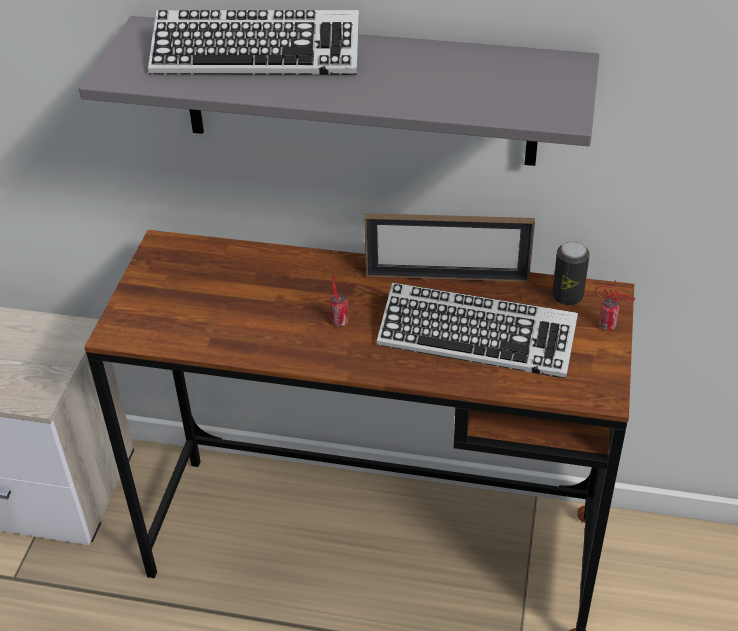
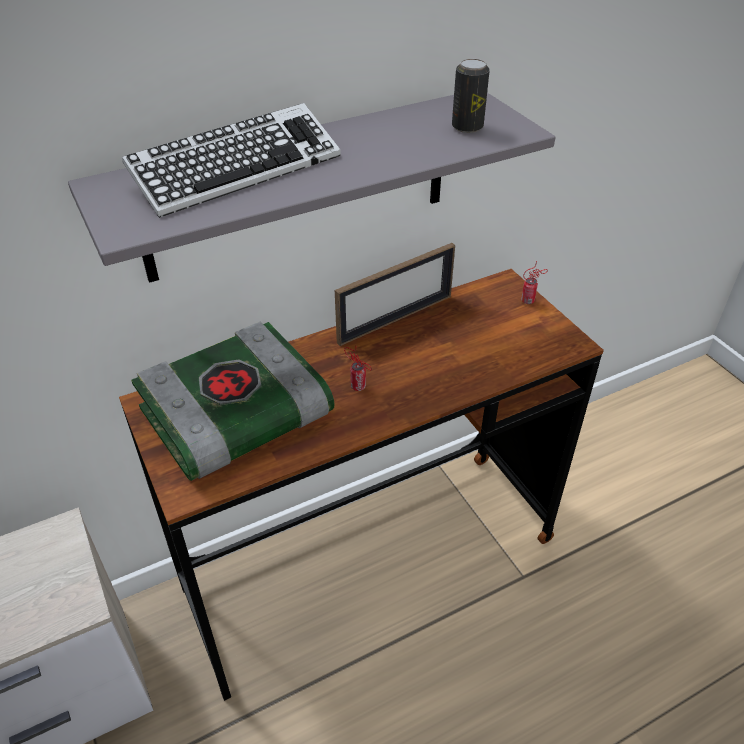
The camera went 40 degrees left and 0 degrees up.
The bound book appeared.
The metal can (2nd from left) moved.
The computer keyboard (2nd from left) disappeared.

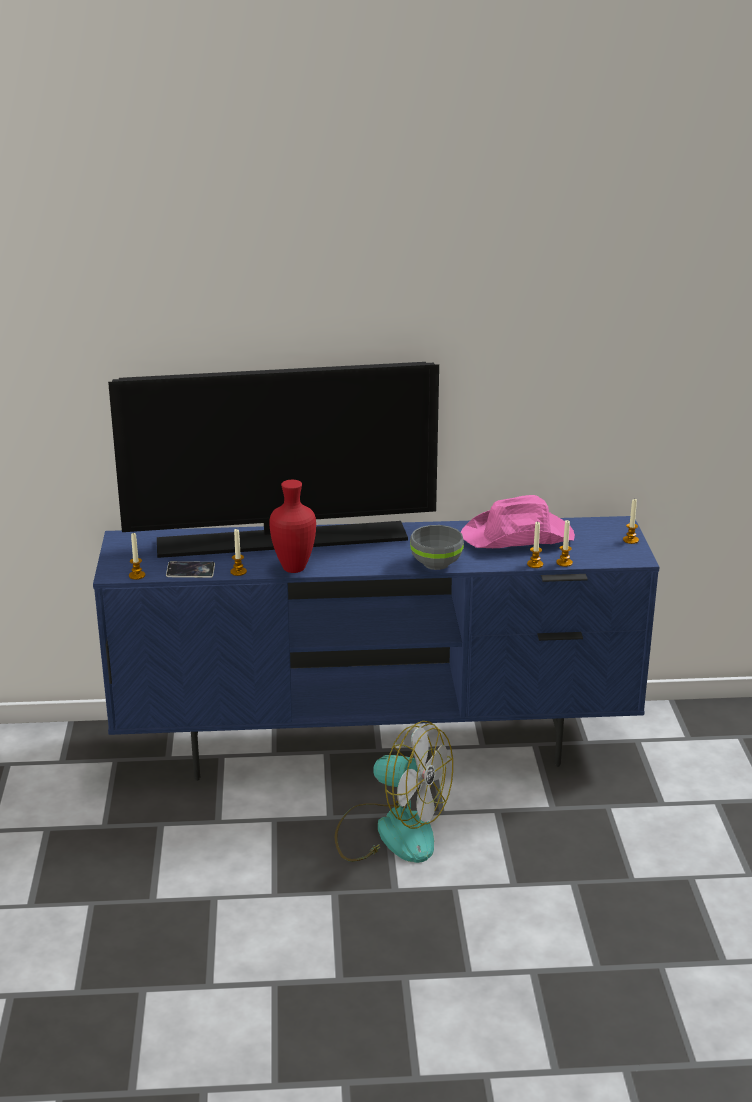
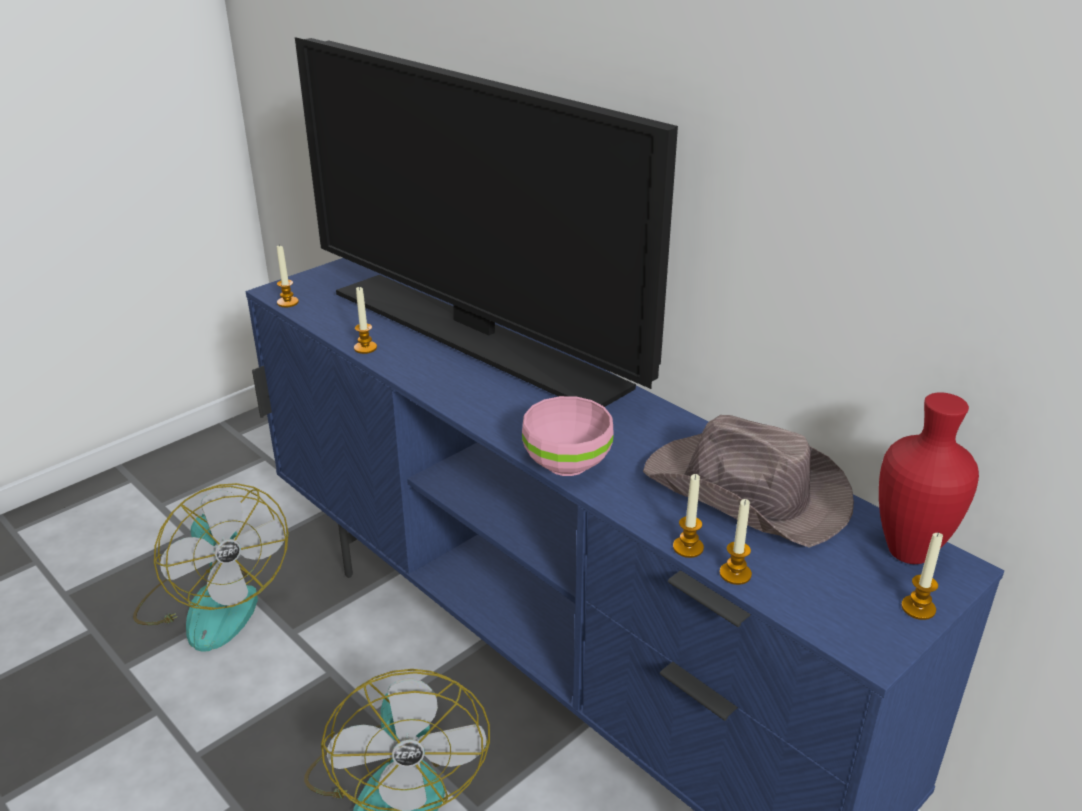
The camera went 50 degrees right and 5 degrees up.
The cooling fan (1st from left) appeared.
The gray deep dish became the pink-coloured deep dish.
The pink-coloured wearable hat became the brownish wearable hat.
The red-coloured flower vase moved.
The phone disappeared.

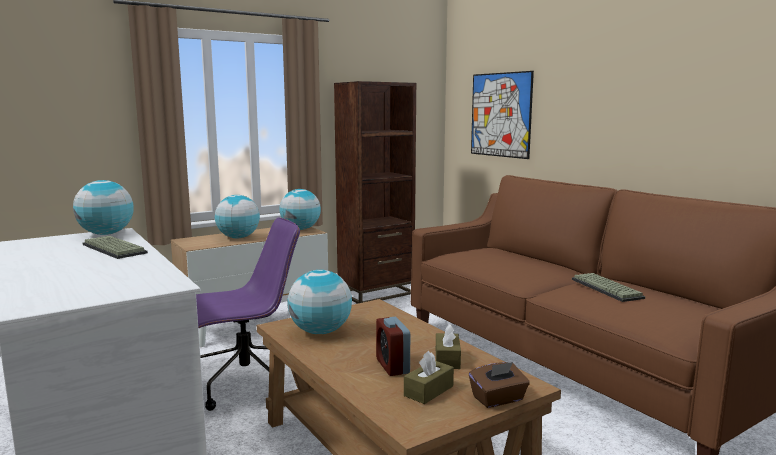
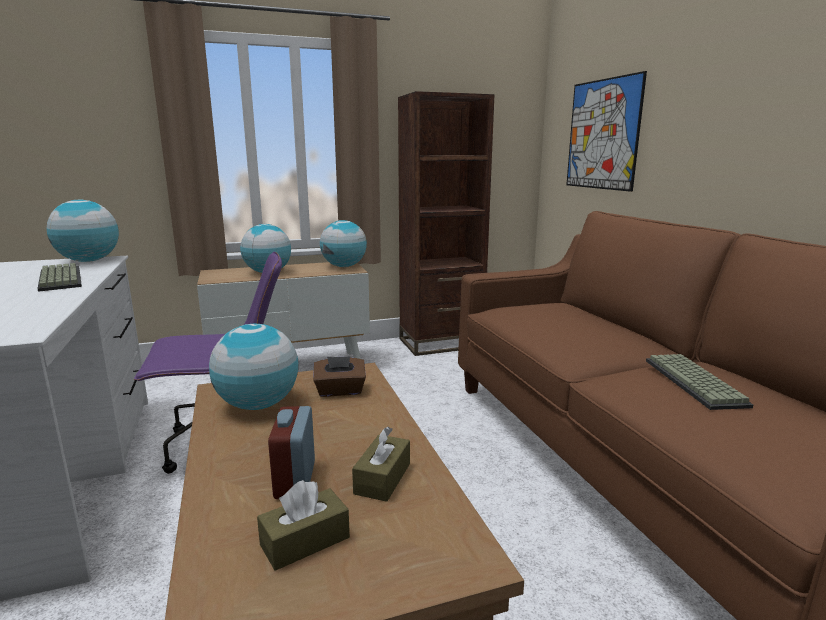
The camera went 15 degrees right and 5 degrees up.
The brownish tissue holder (3rd from left in the first image) moved.

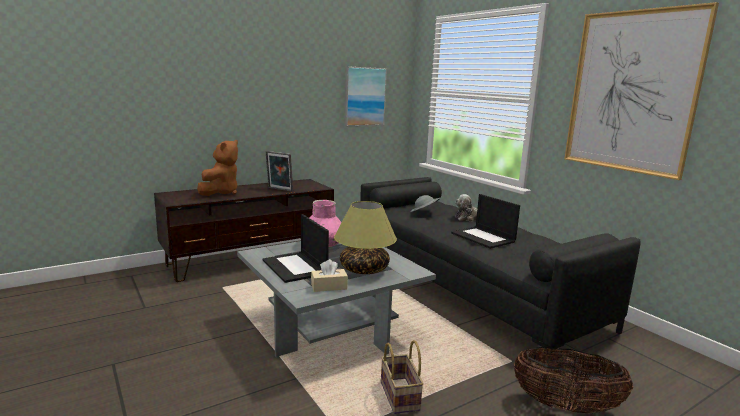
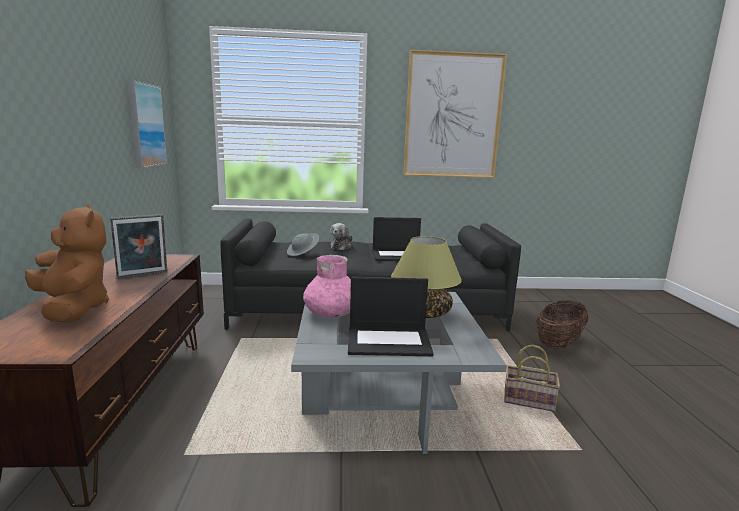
The camera went 60 degrees left and 0 degrees up.
The beige tissue holder disappeared.

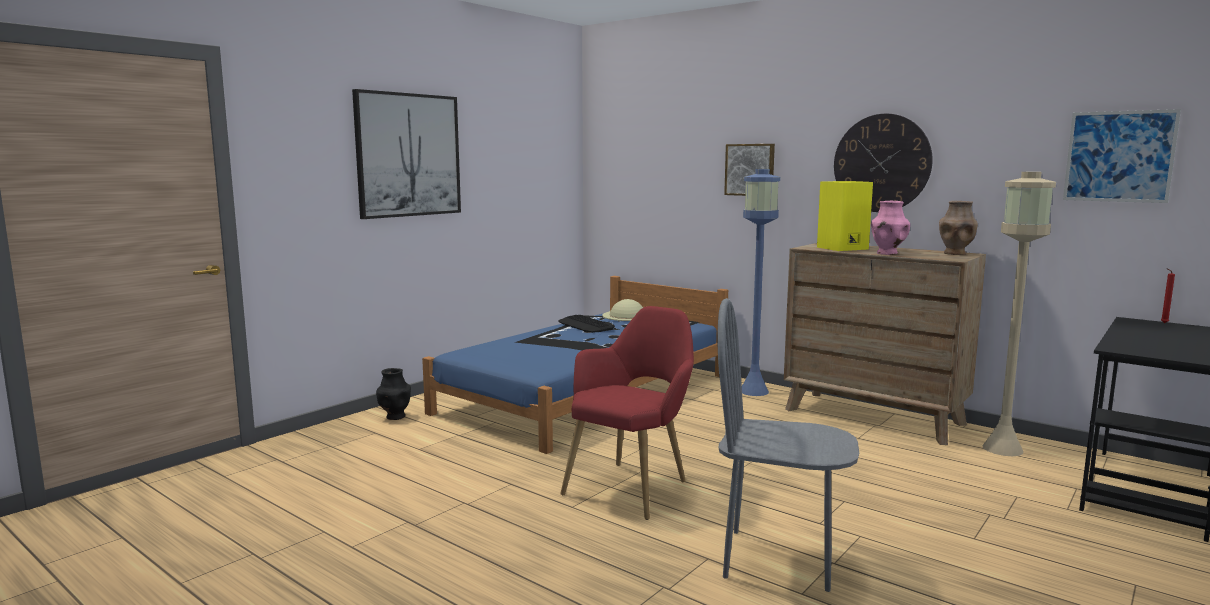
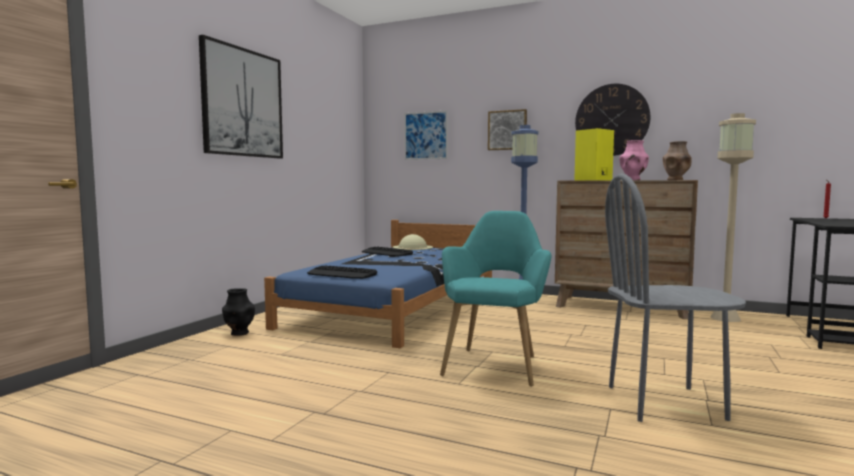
The camera went 15 degrees left and 5 degrees down.
The computer keyboard (1st from left) appeared.
The wall picture (3rd from left in the first image) moved.
The red-coloured lounge chair became the blue-green lounge chair.

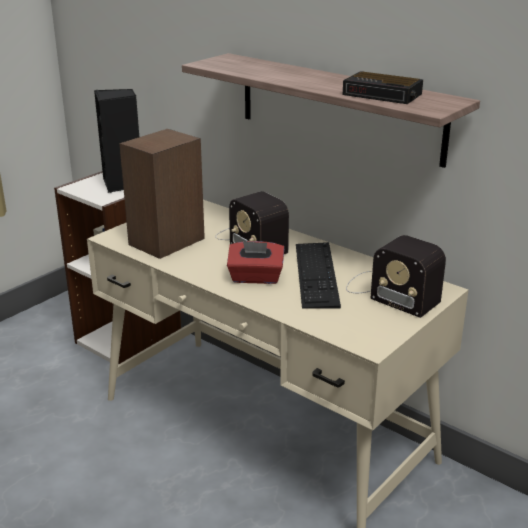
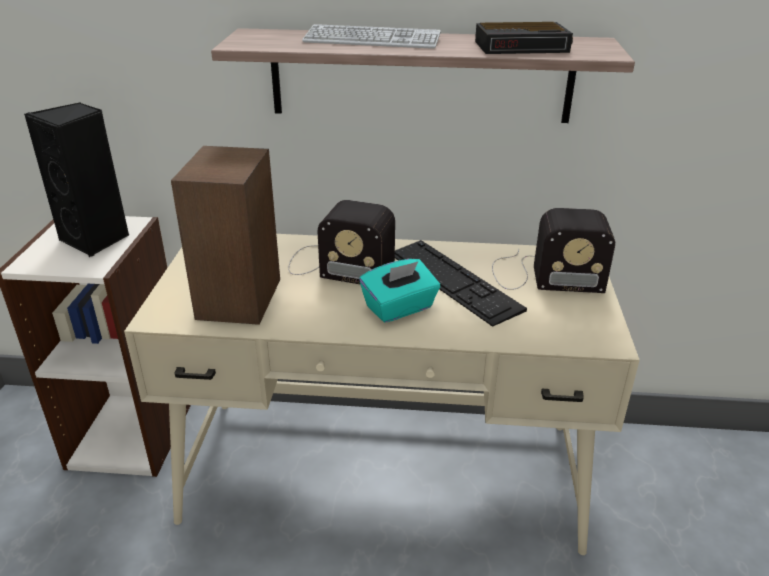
The camera went 35 degrees left and 5 degrees up.
The computer keyboard (1st from left) appeared.
The red-coloured tissue holder became the blue-green tissue holder.

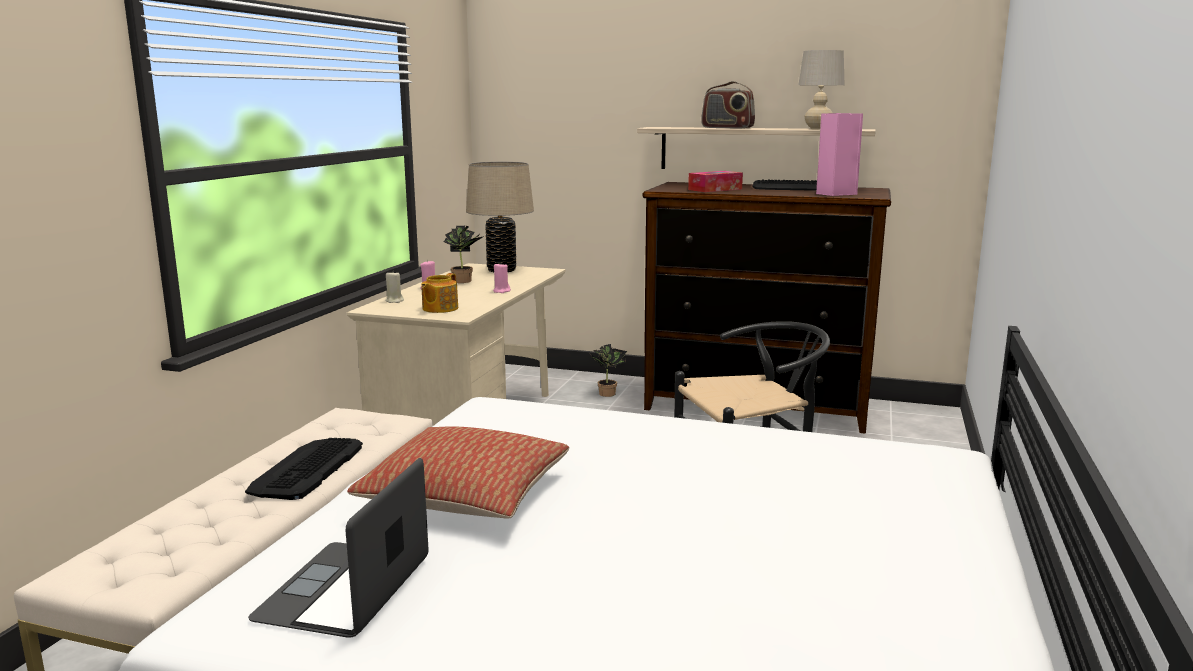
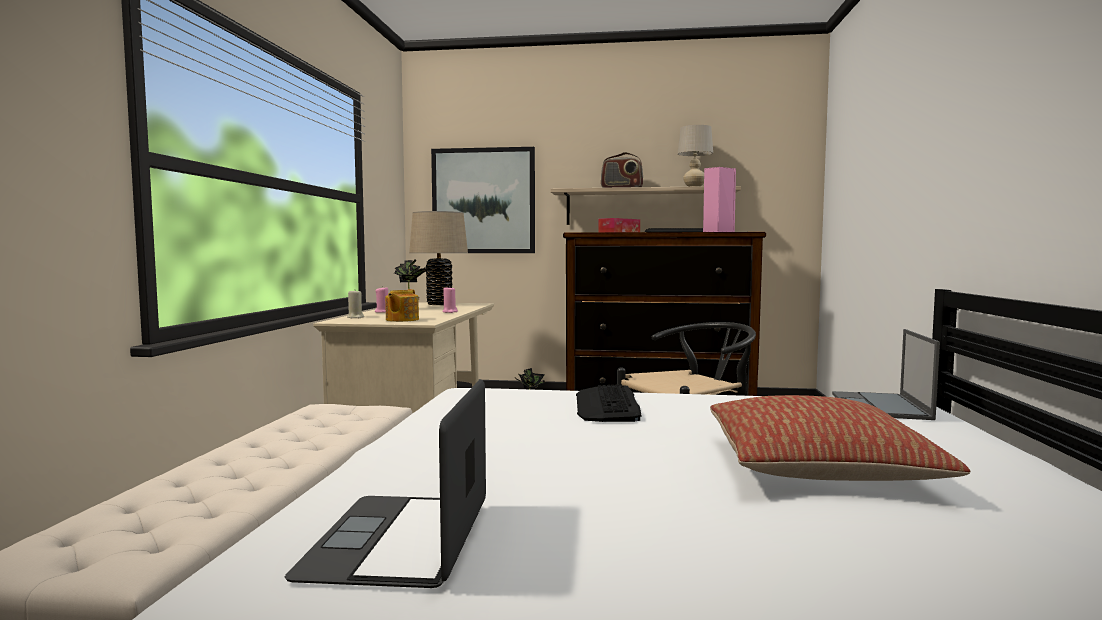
The camera went 10 degrees left and 10 degrees down.
The wall picture appeared.
The computer keyboard (1st from left) moved.
The pillow moved.
The portable computer (2nd from left) appeared.

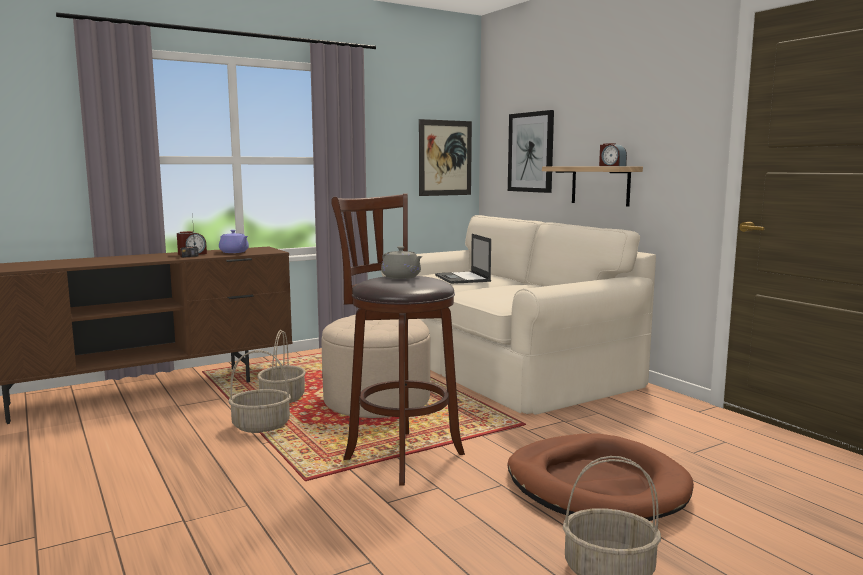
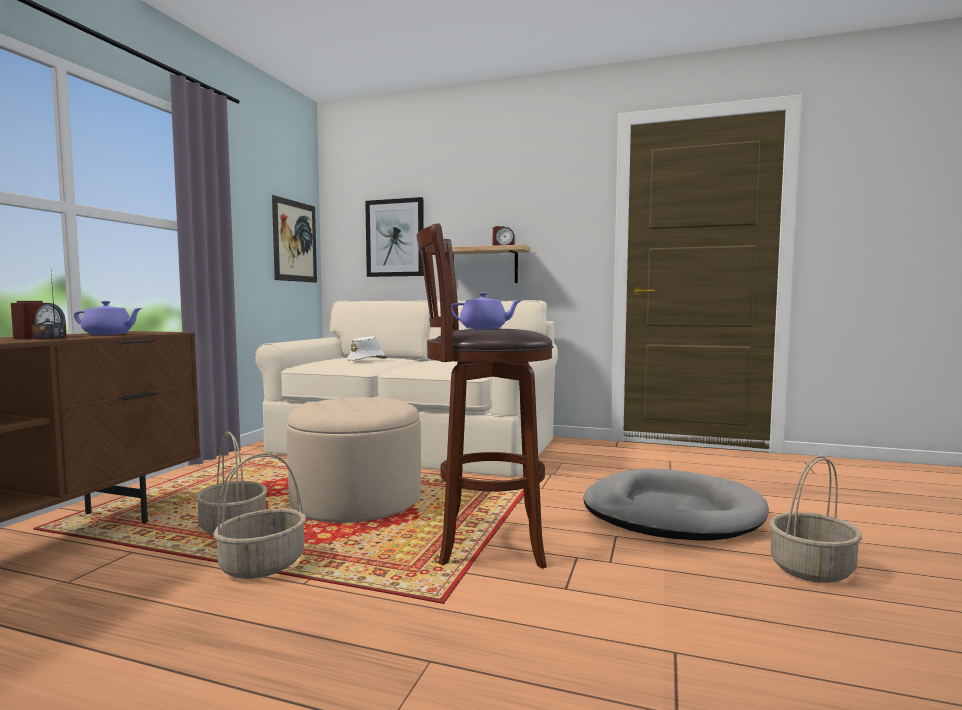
The camera went 40 degrees left and 5 degrees down.
The portable computer was replaced by the white wearable hat.
The gray teapot became the purple-coloured teapot (2nd from left).
The brownish pet bed became the gray pet bed.

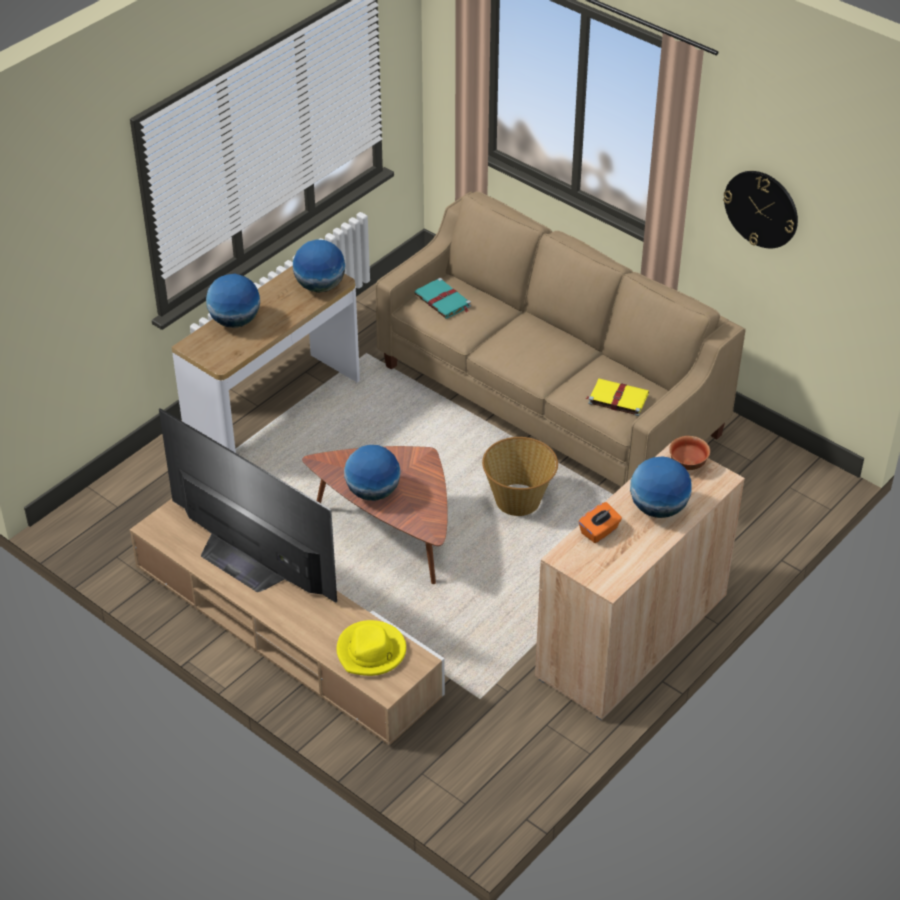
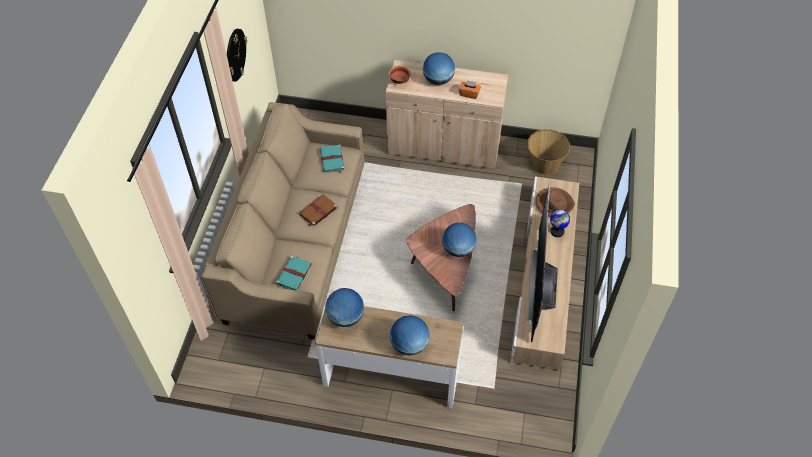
The camera went 120 degrees left and 10 degrees up.
The brownish bound book appeared.
The yellow-coloured bound book became the blue-green bound book (2nd from left).
The household basket moved.
The yellow-coloured wearable hat became the brownish wearable hat.
The world globe (5th from left) appeared.

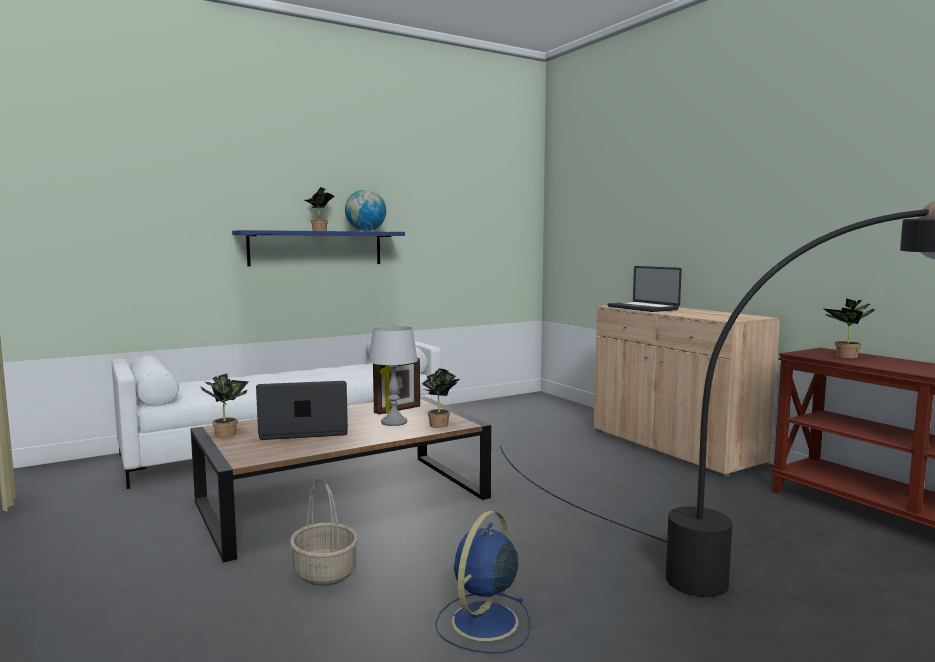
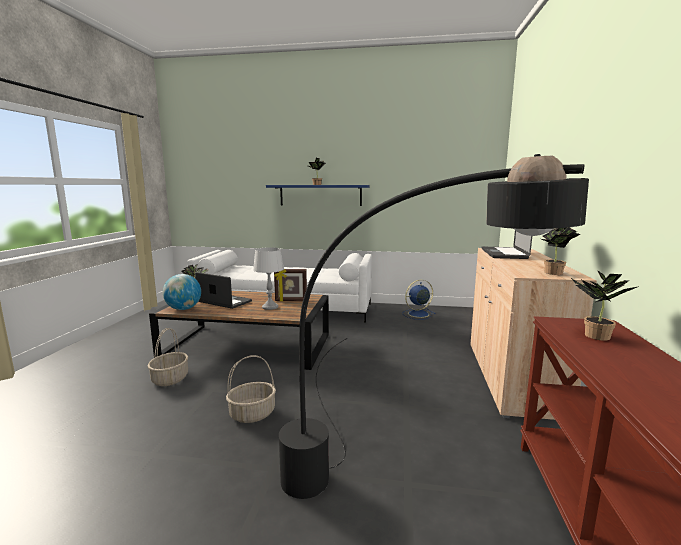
The camera went 40 degrees right and 5 degrees up.
The world globe moved.
The household basket (2nd from left) appeared.
The blue cooling fan moved.
The plant in a pot (3rd from left) moved.

